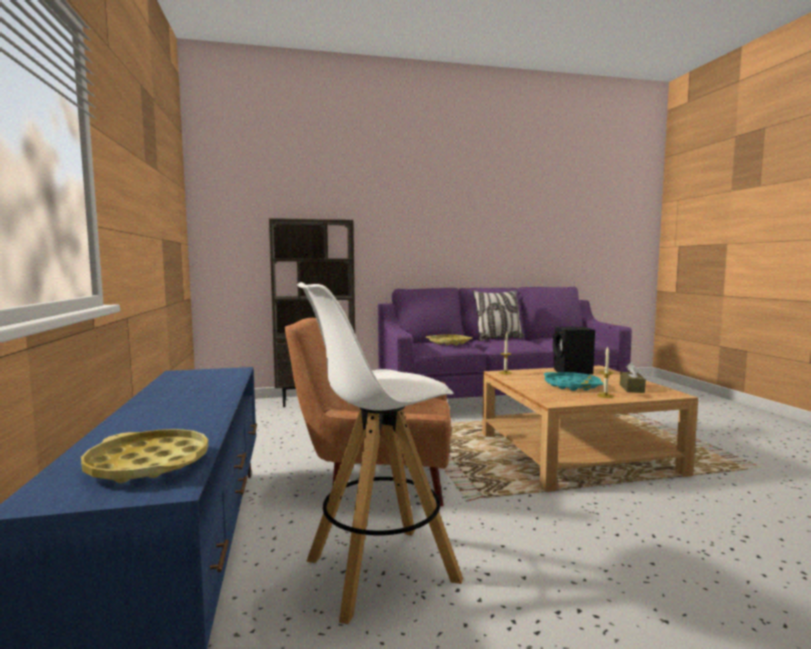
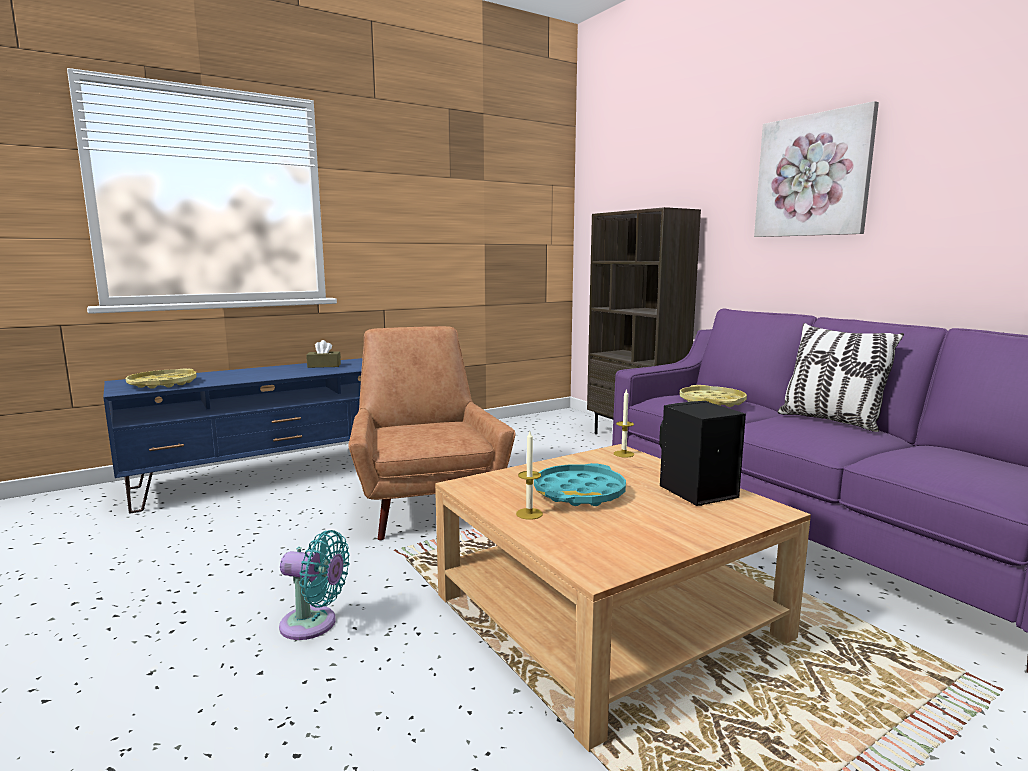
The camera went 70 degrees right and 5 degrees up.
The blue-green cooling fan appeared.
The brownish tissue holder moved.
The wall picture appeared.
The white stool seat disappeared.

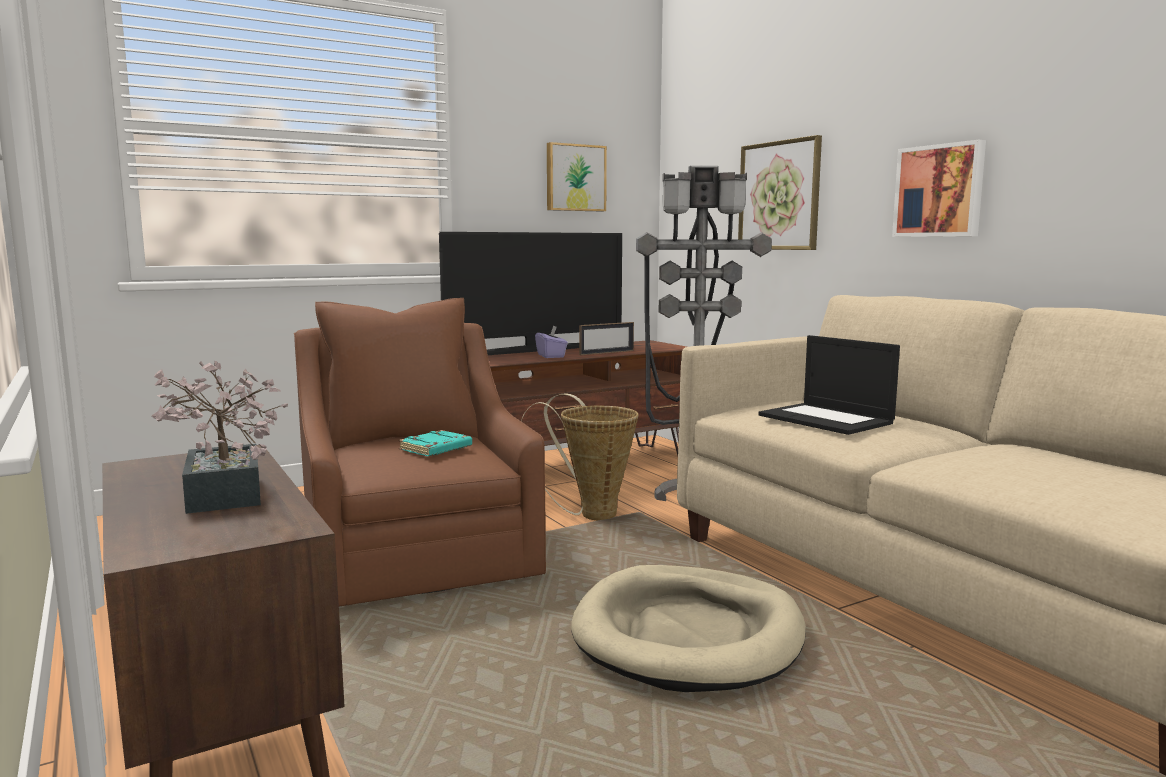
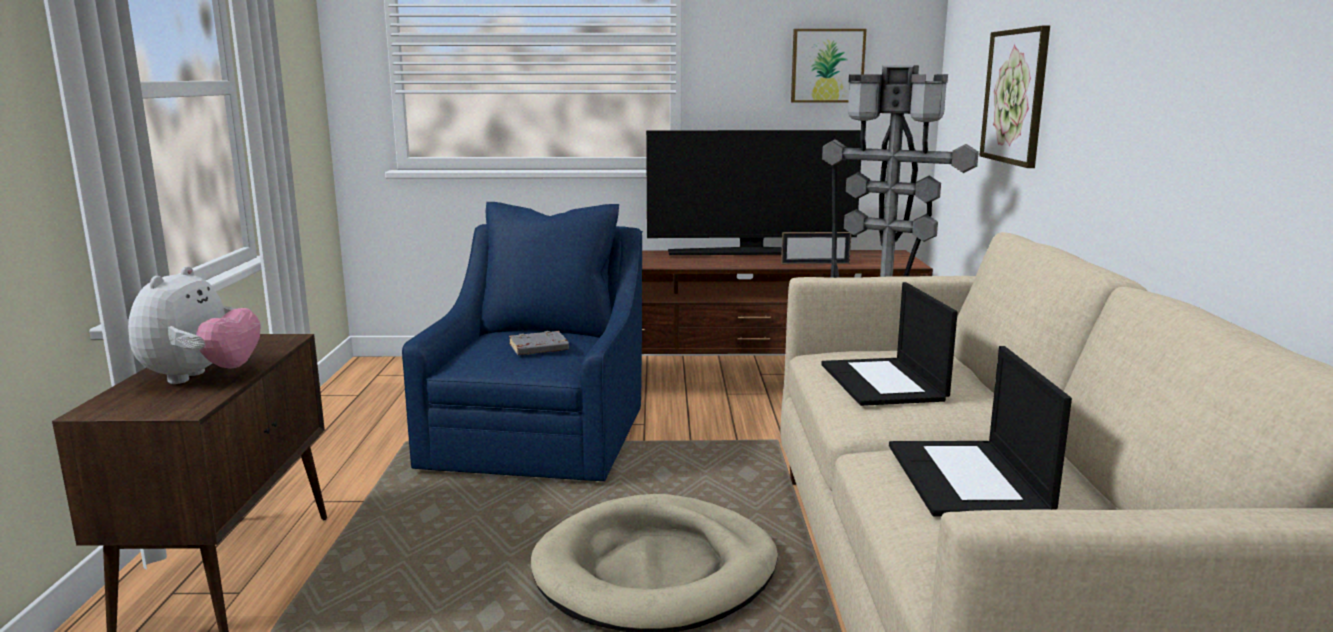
The camera went 30 degrees right and 5 degrees up.
The plant in a pot was replaced by the plush toy.
The brownish lounge chair became the blue lounge chair.
The blue-green bound book became the gray bound book.
The portable computer (2nd from left) appeared.
The household basket disappeared.
The purple-coloured tissue holder disappeared.
The wall picture (3rd from left) disappeared.

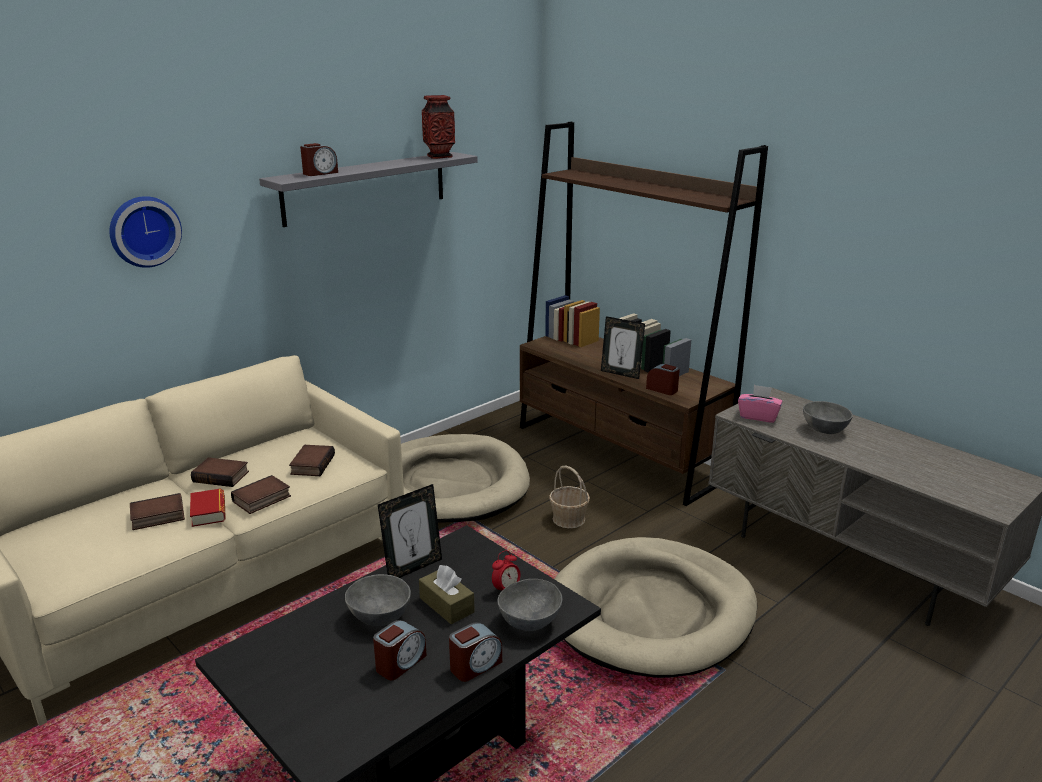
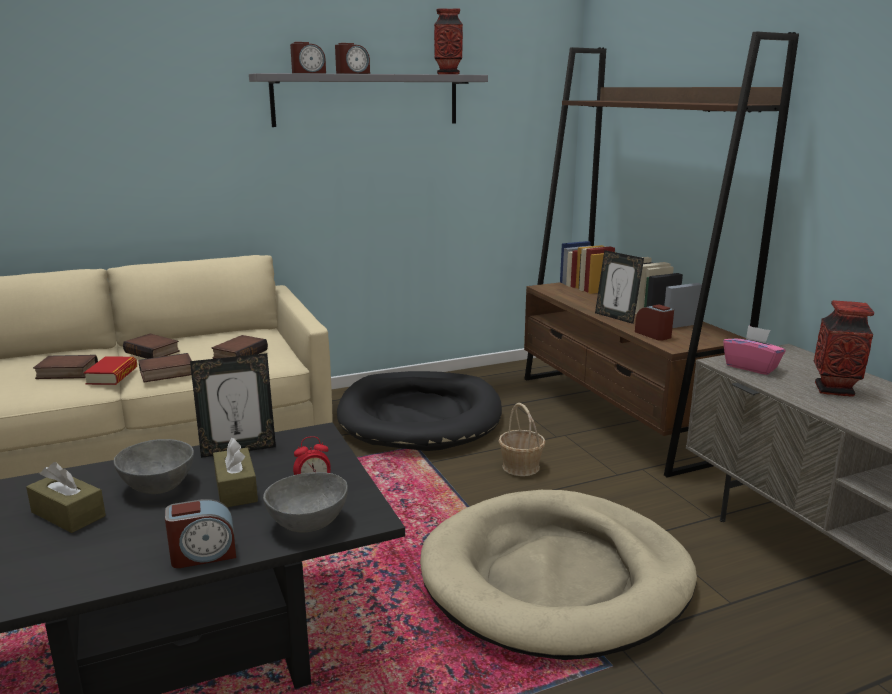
The camera went 20 degrees right and 5 degrees down.
The brownish tissue holder (1st from left) appeared.
The table clock (2nd from left in the first image) moved.
The beige pet bed (1st from left) became the black pet bed.
The gray deep dish (3rd from left) was replaced by the flower vase (2nd from left).
The clock on the wall disappeared.

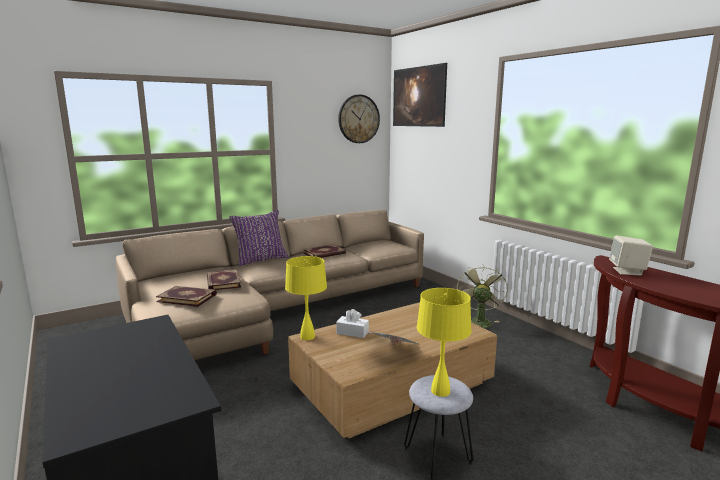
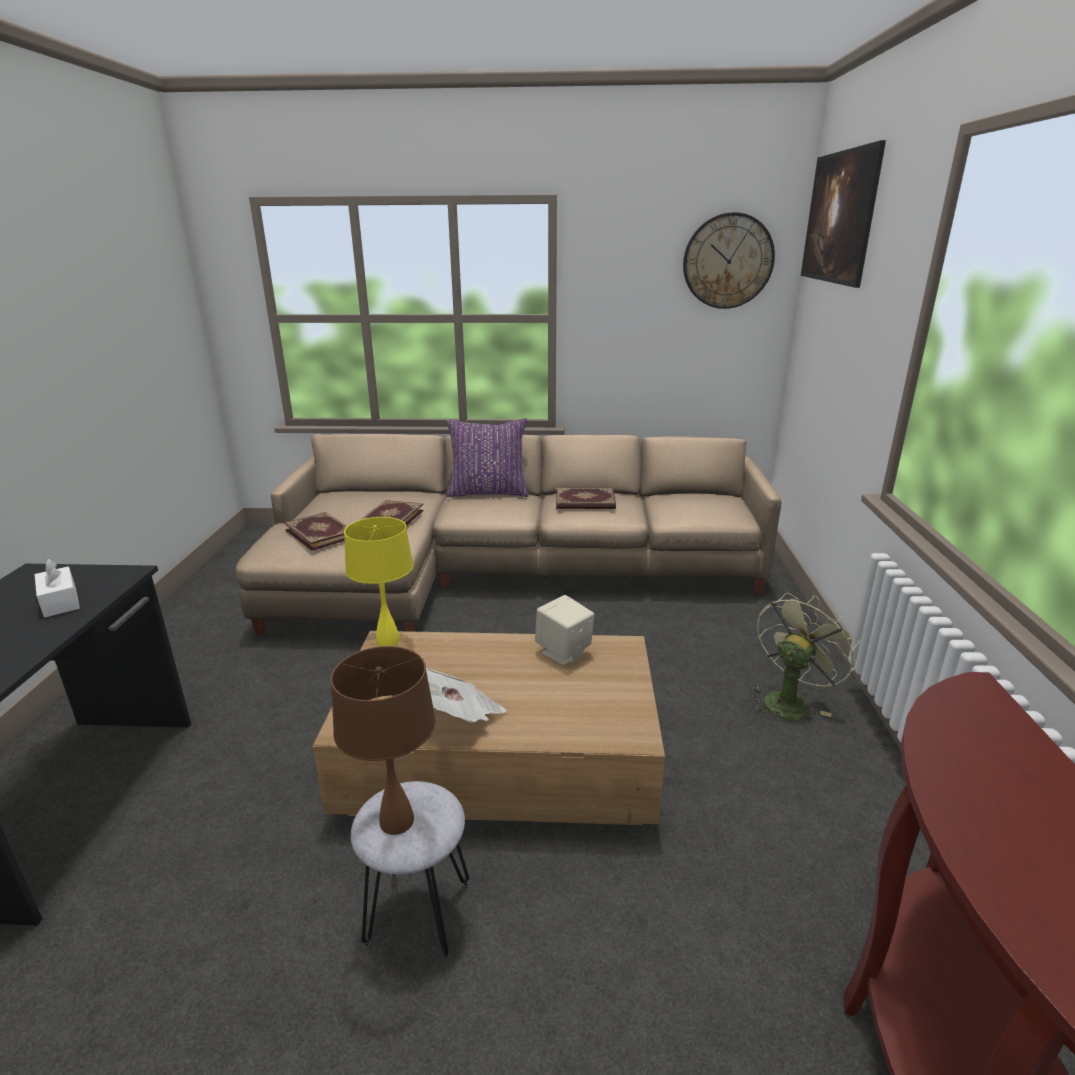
The camera went 35 degrees right and 10 degrees up.
The white tissue holder moved.
The yellow-coloured table lamp (2nd from left) became the brownish table lamp.
The beige audio speaker moved.

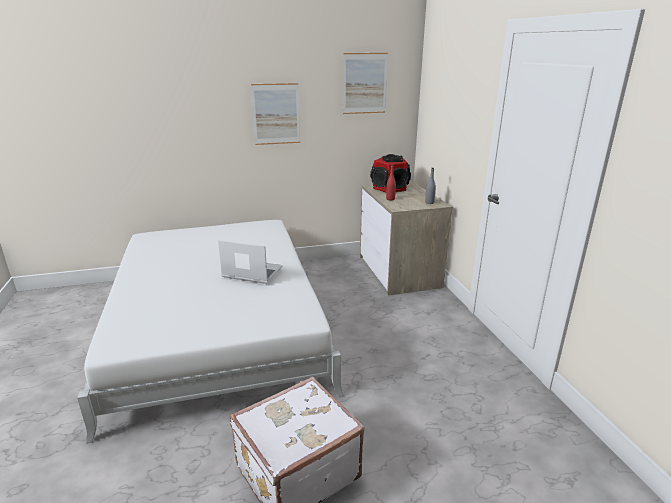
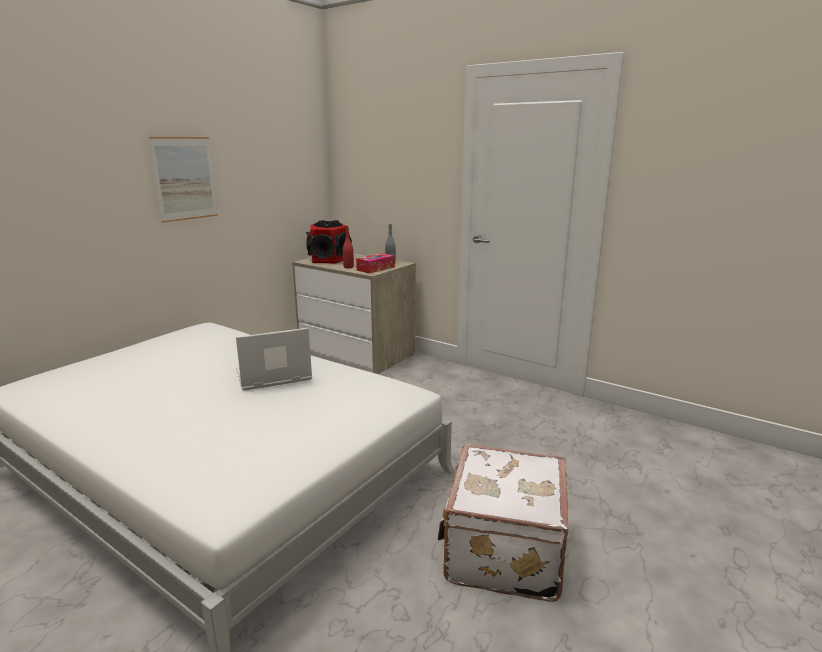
The camera went 40 degrees left and 5 degrees down.
The tissue holder appeared.
The wall picture (2nd from left) disappeared.

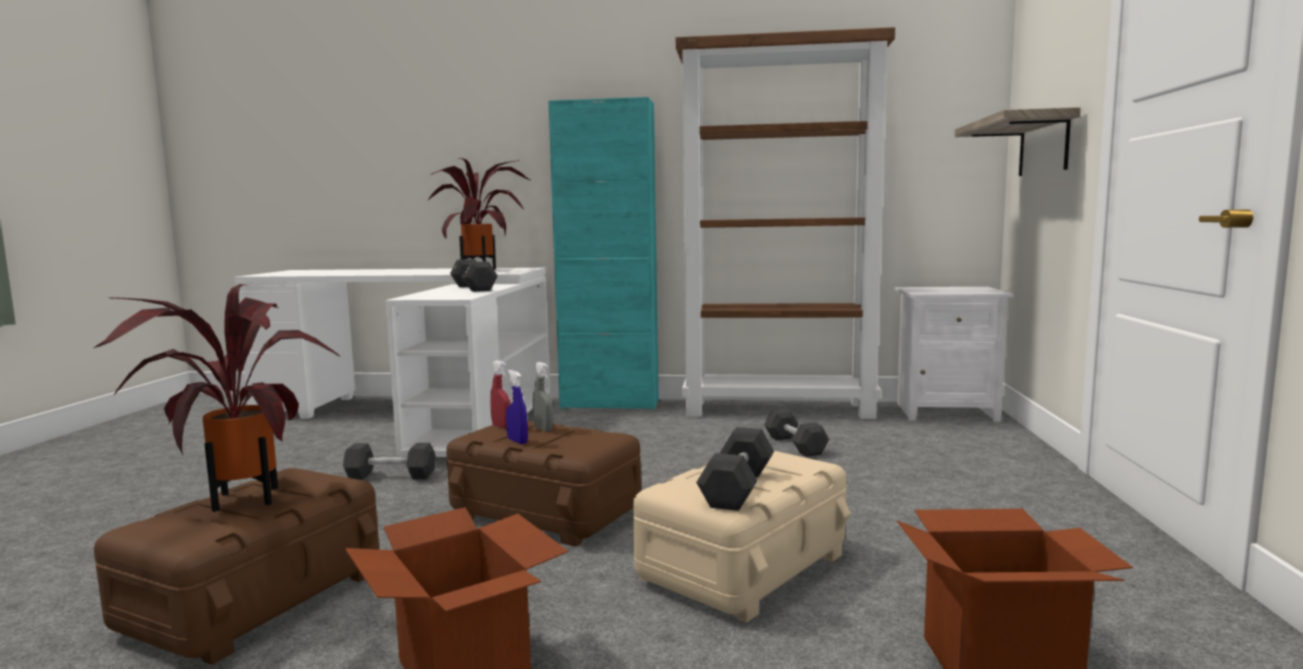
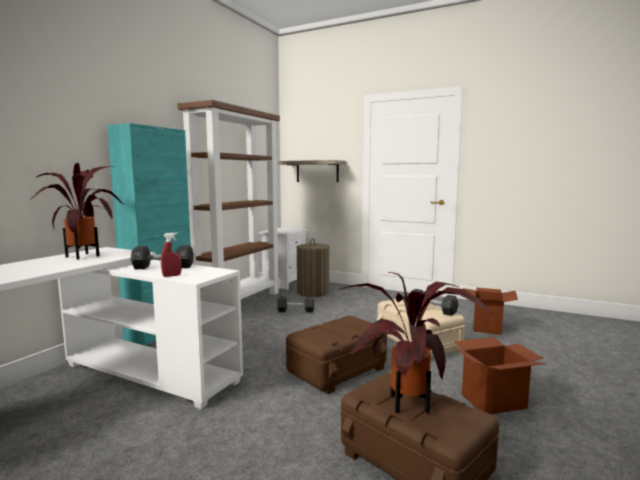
The camera went 70 degrees left and 0 degrees up.
The red-coloured sprayer moved.
The washing basket appeared.
The black free weight (1st from left) disappeared.
The blue sprayer disappeared.
The gray sprayer disappeared.

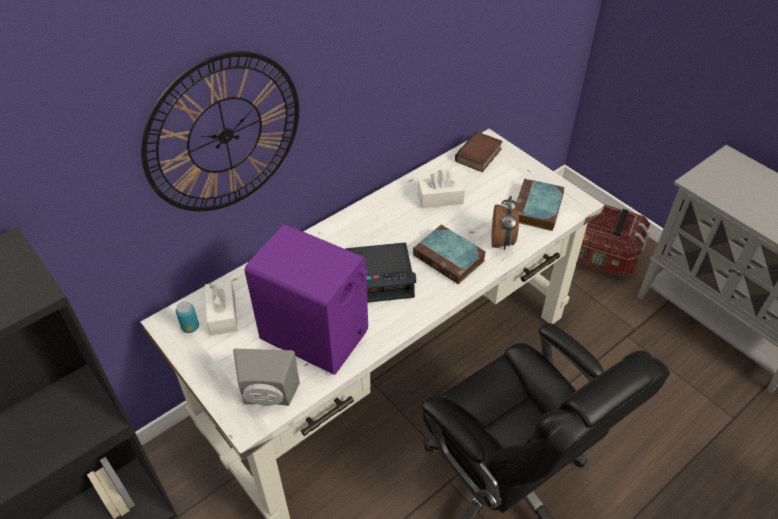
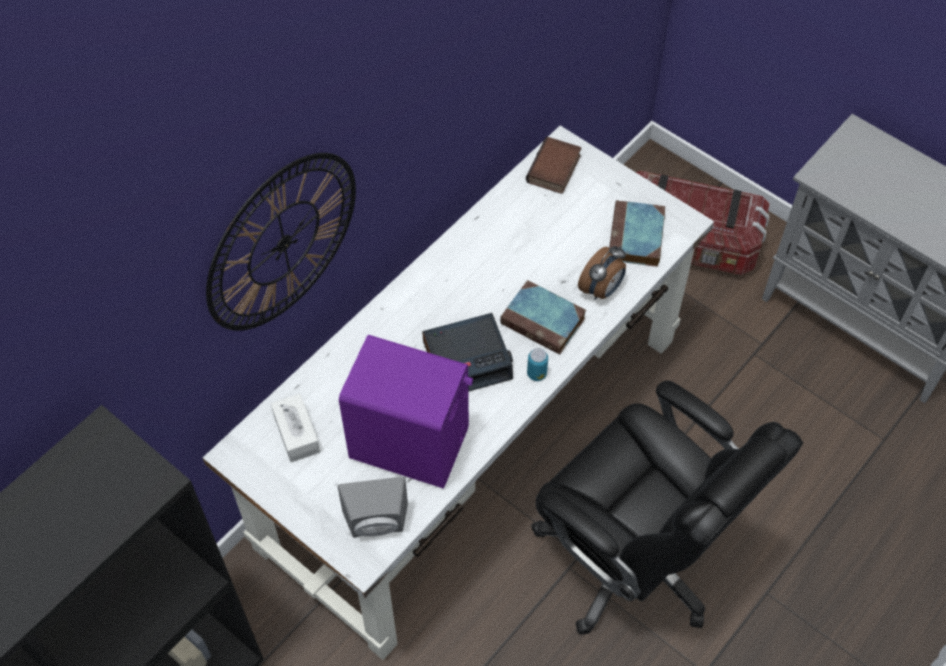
The camera went 10 degrees left and 10 degrees up.
The metal can moved.
The table clock (2nd from left) turned 45 degrees clockwise.
The white tissue holder (2nd from left) disappeared.

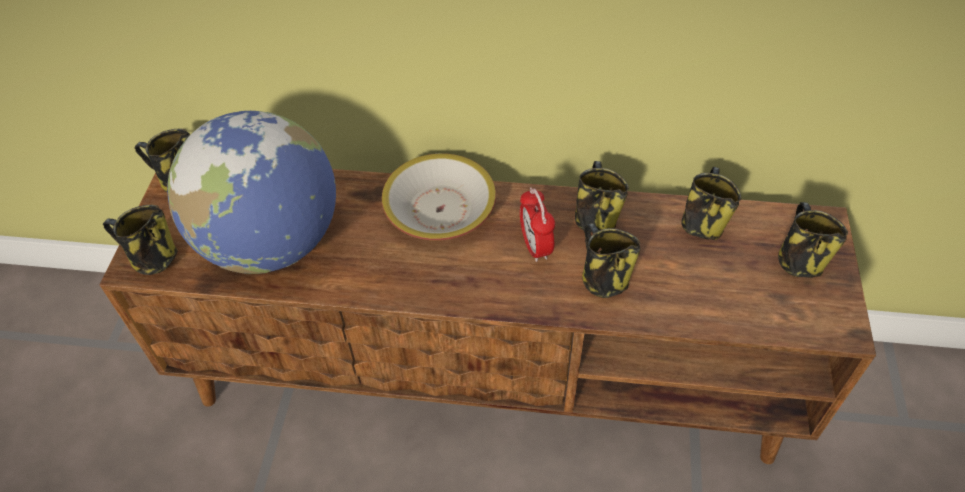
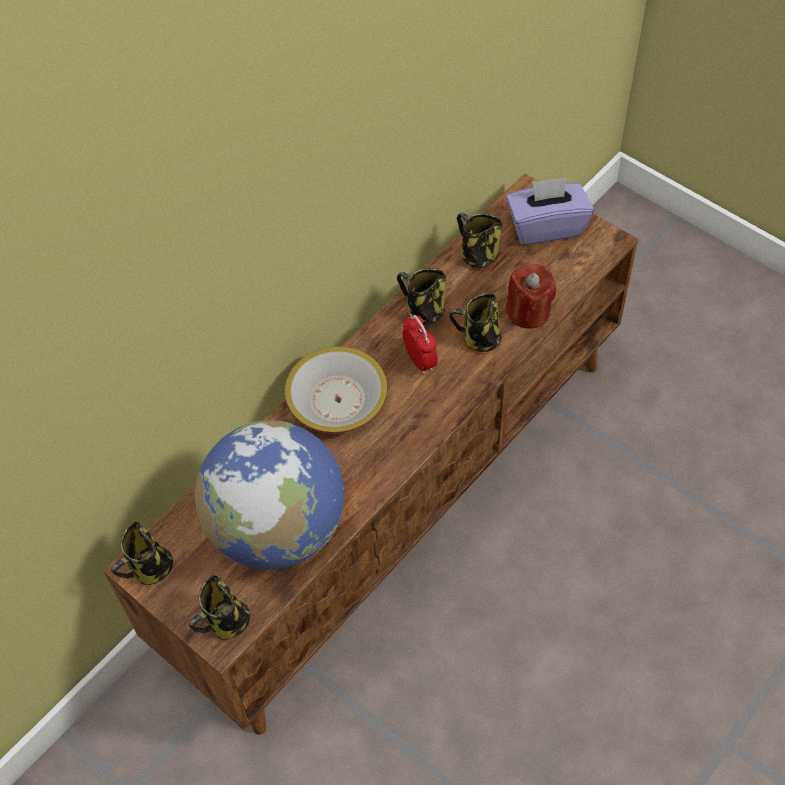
The camera went 55 degrees left and 5 degrees up.
The table clock turned 135 degrees counterclockwise.
The mug (6th from left) was replaced by the purple-coloured tissue holder.
The red-coloured wax candle appeared.

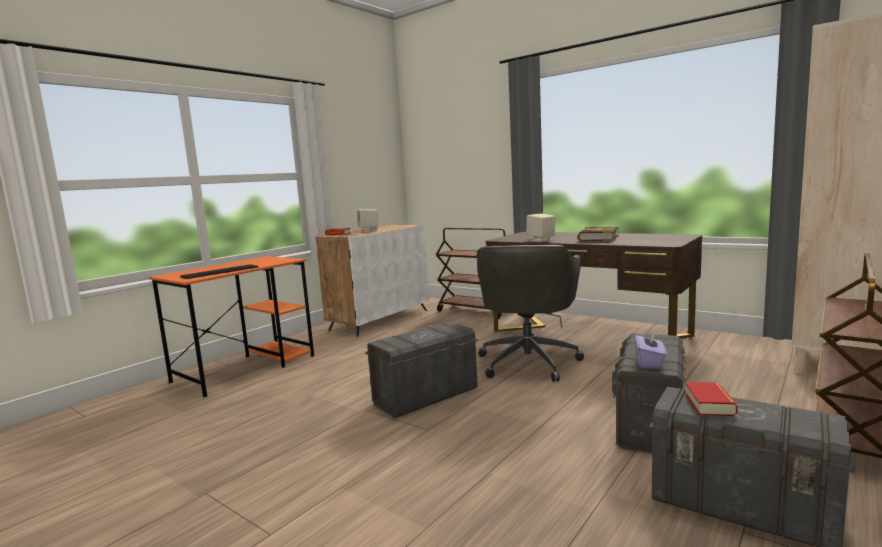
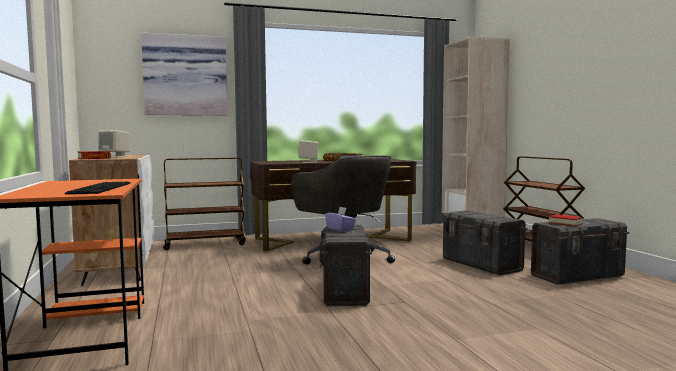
The camera went 55 degrees left and 5 degrees down.
The wall picture appeared.
The purple-coloured tissue holder moved.

